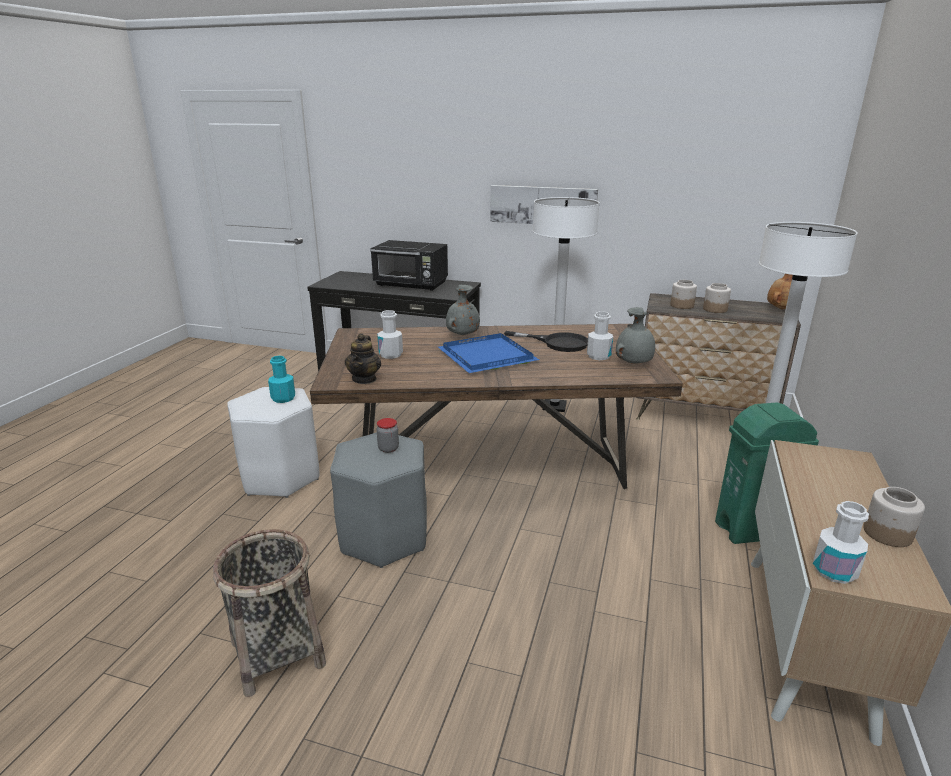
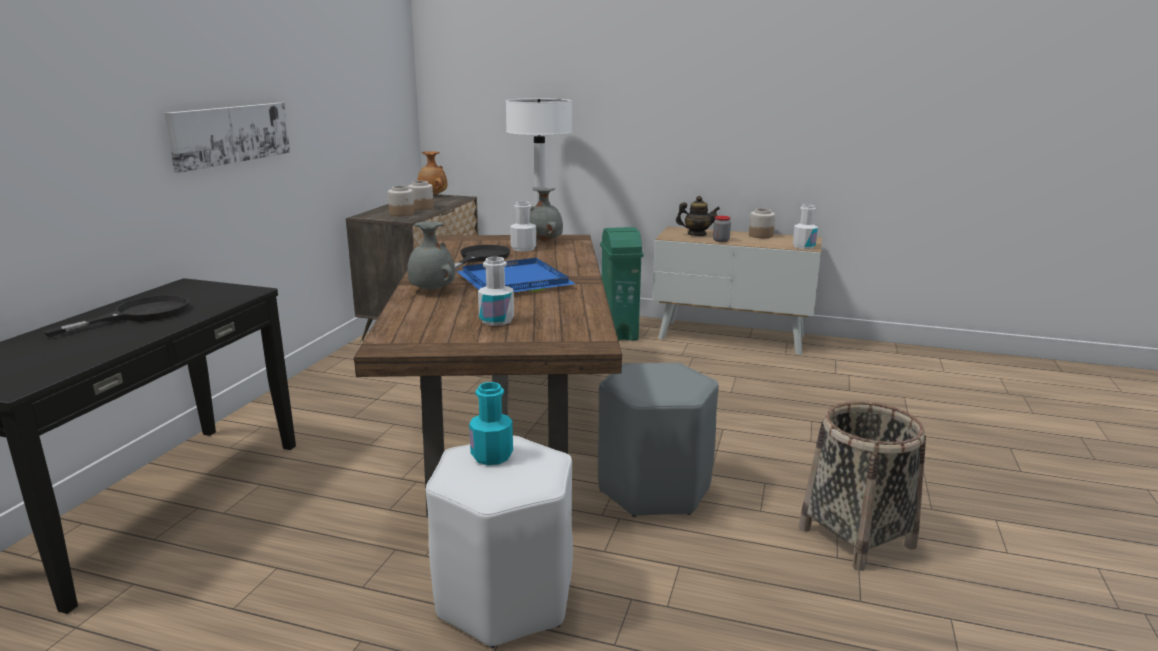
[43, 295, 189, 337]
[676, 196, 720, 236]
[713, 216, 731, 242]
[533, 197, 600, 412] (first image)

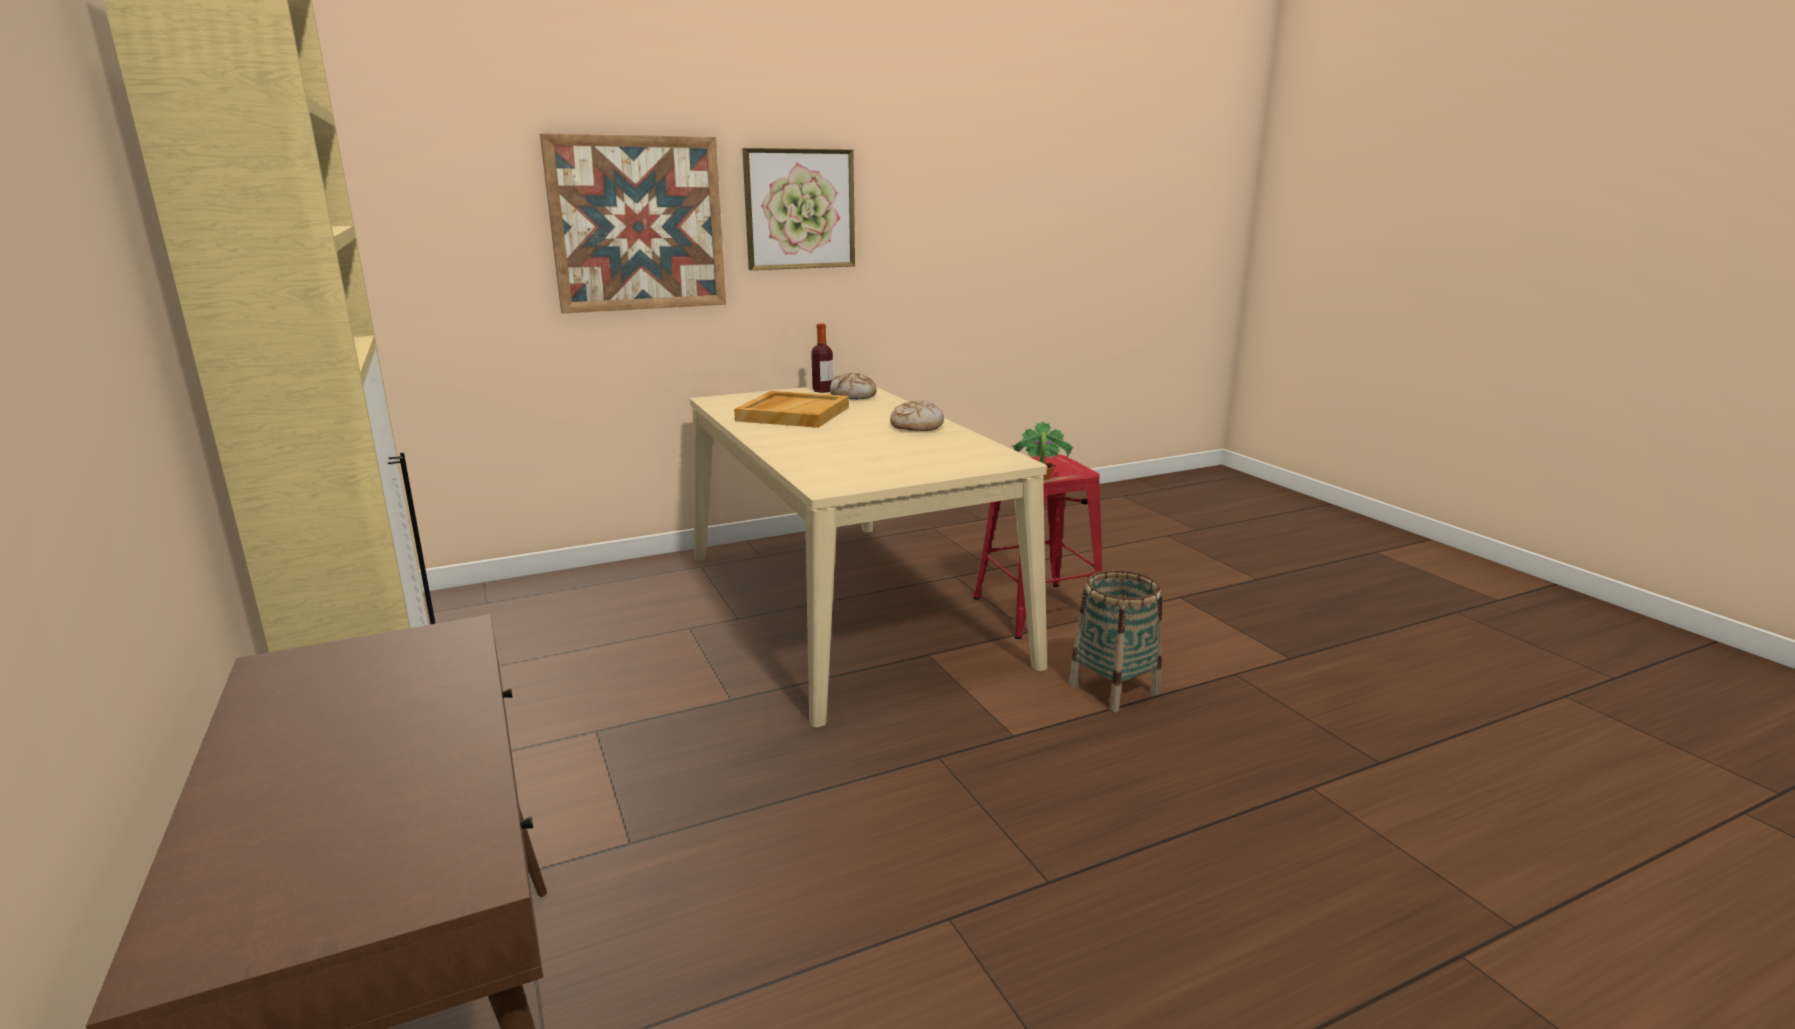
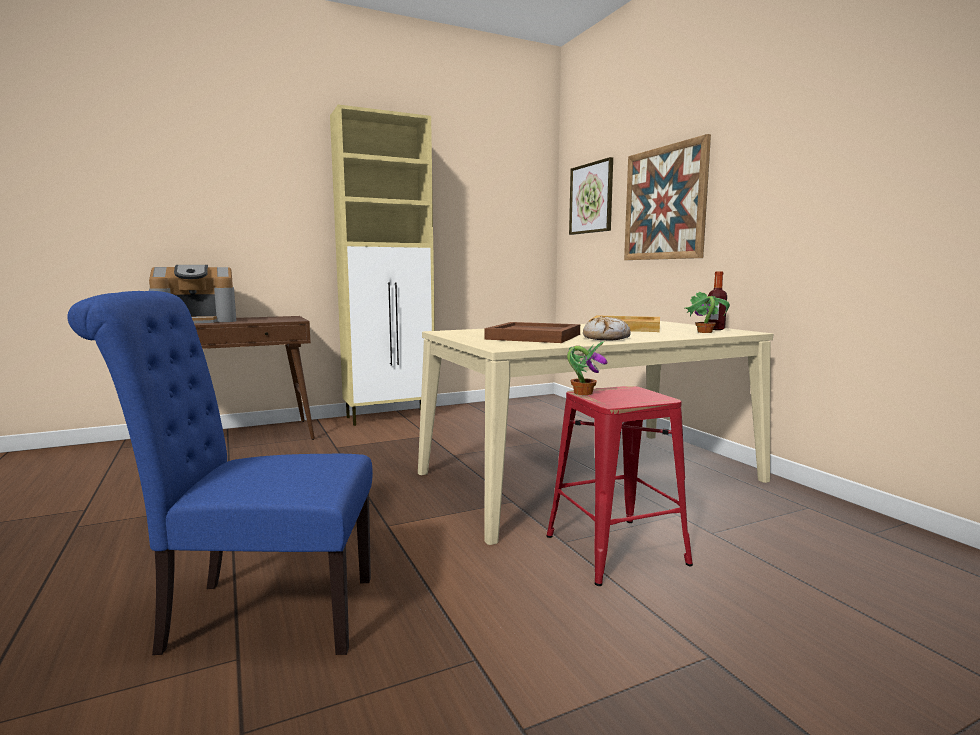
[67, 291, 373, 655]
[149, 265, 236, 323]
[484, 322, 580, 343]
[569, 157, 613, 235]
[685, 291, 730, 333]
[1069, 570, 1162, 712] (first image)

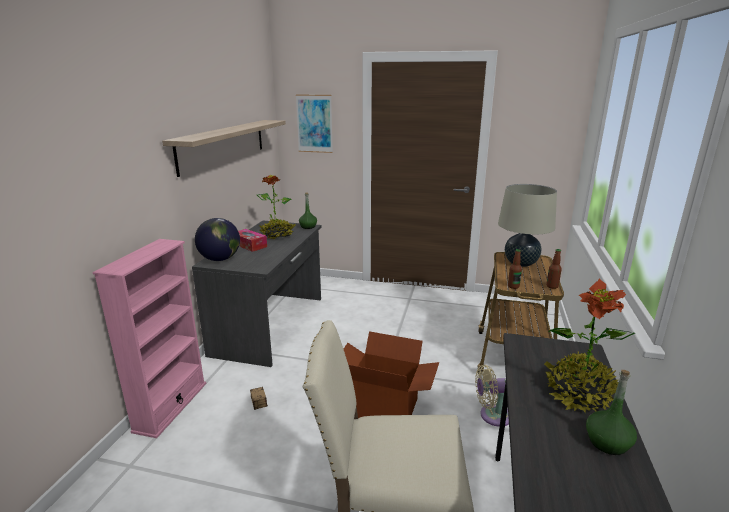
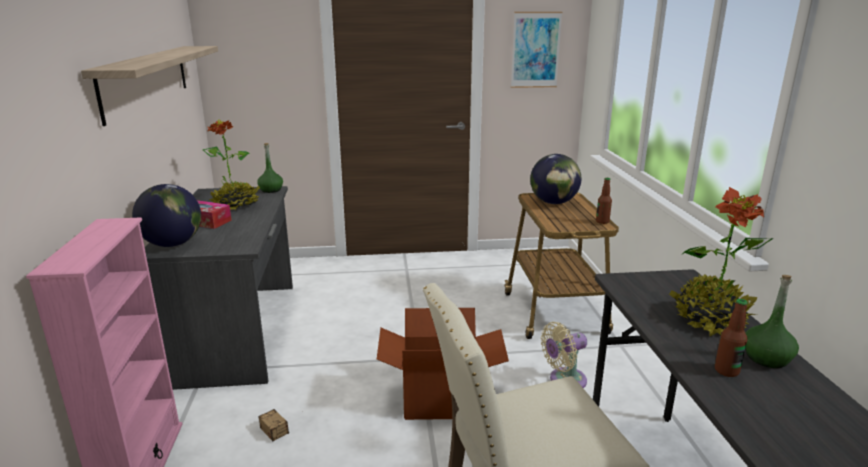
[511, 12, 562, 88]
[530, 154, 581, 204]
[715, 299, 748, 377]

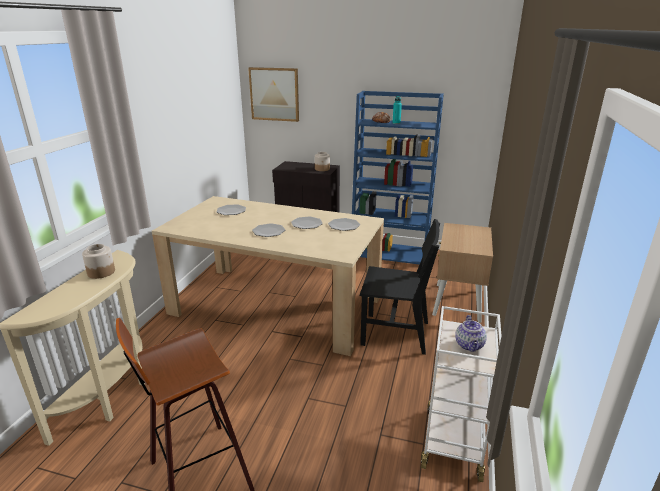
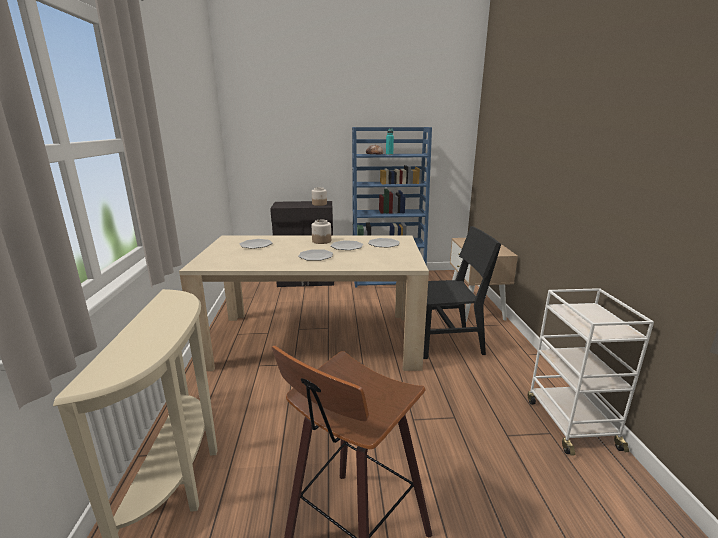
[312, 220, 331, 244]
[248, 67, 299, 122] (first image)
[455, 315, 487, 352] (first image)

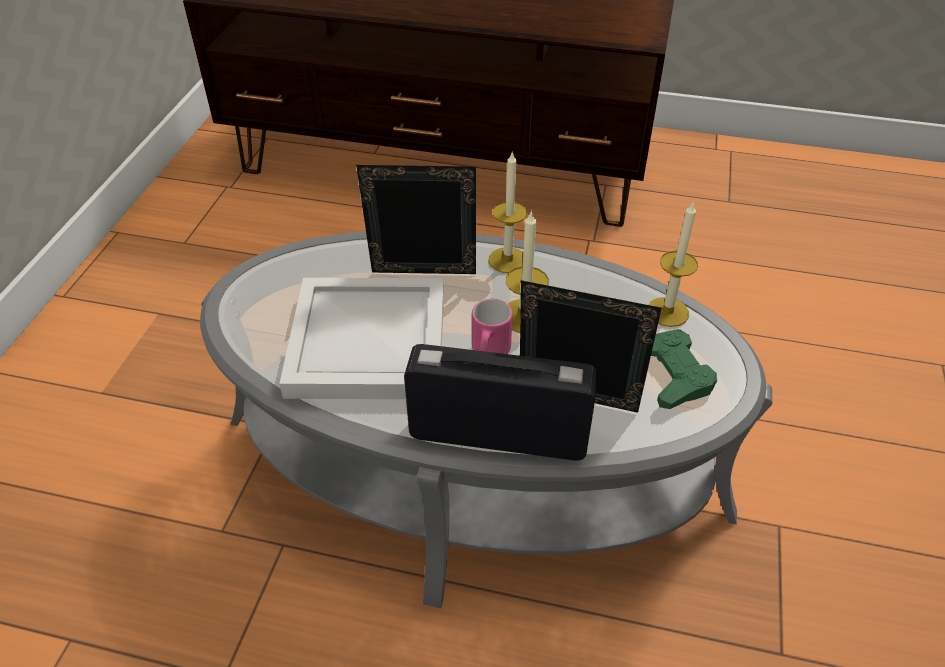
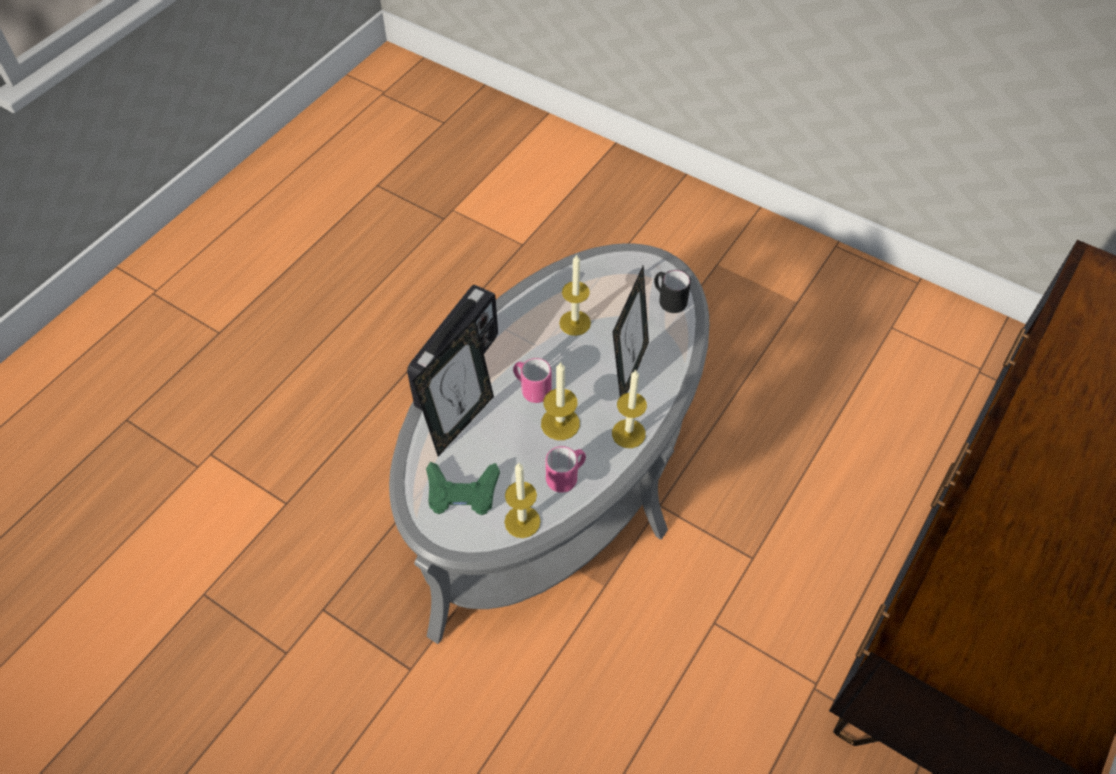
[545, 446, 586, 493]
[559, 254, 591, 336]
[654, 270, 691, 313]

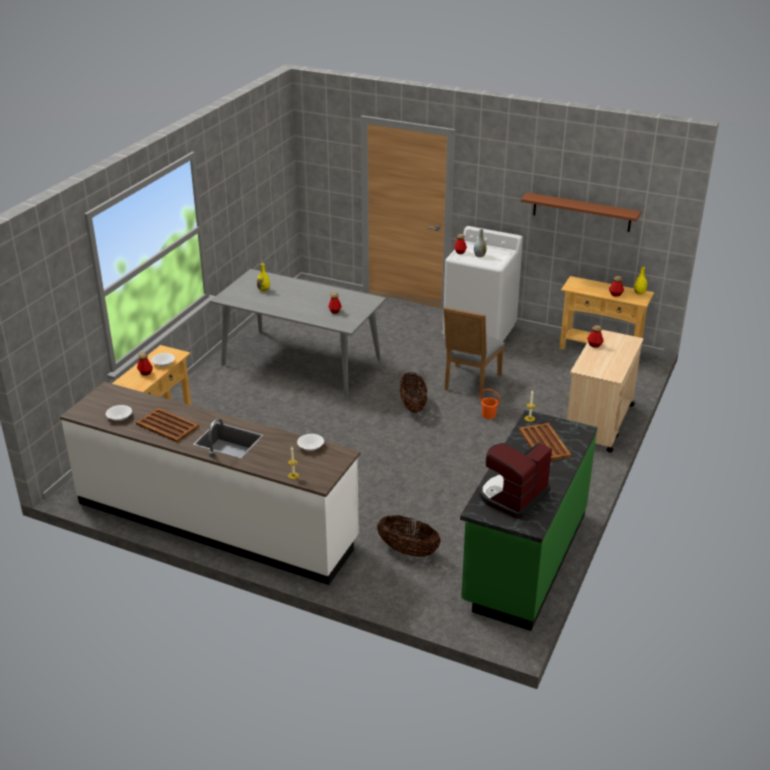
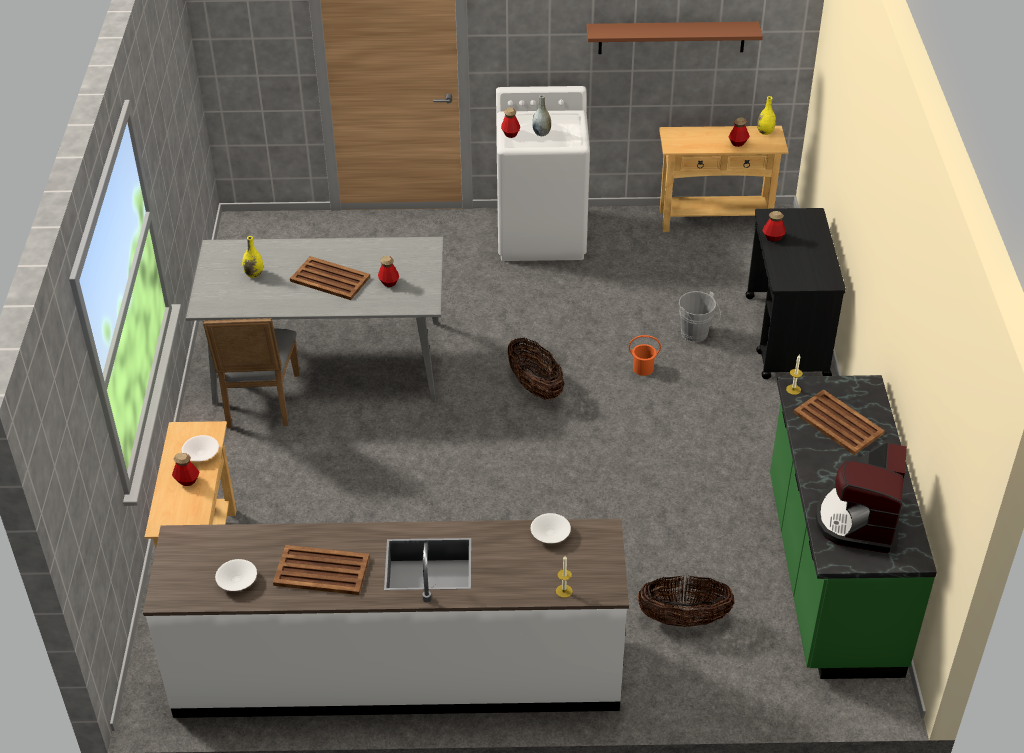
[203, 318, 300, 428]
[290, 256, 370, 300]
[679, 291, 721, 342]
[746, 208, 846, 379]

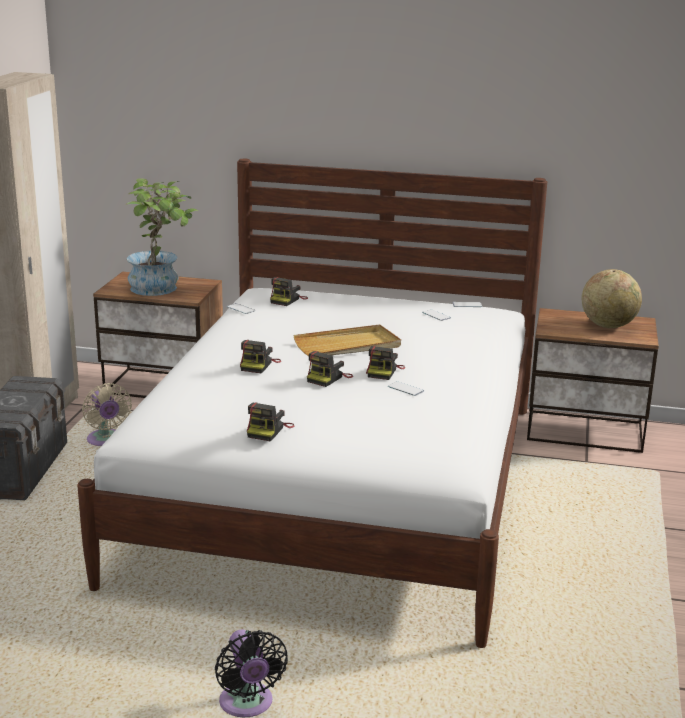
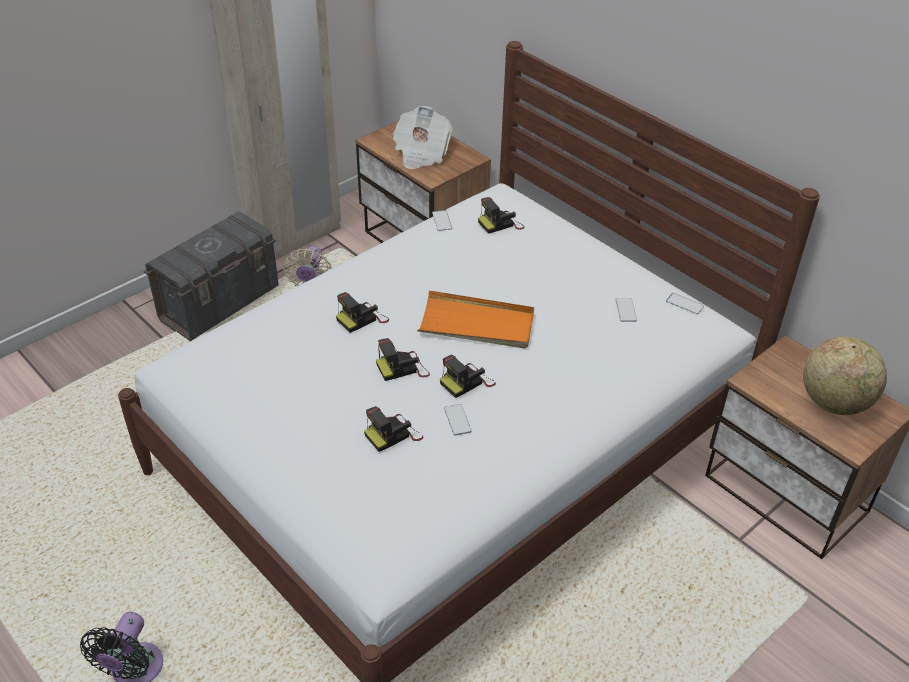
[364, 406, 424, 452]
[392, 106, 452, 169]
[417, 290, 534, 348]

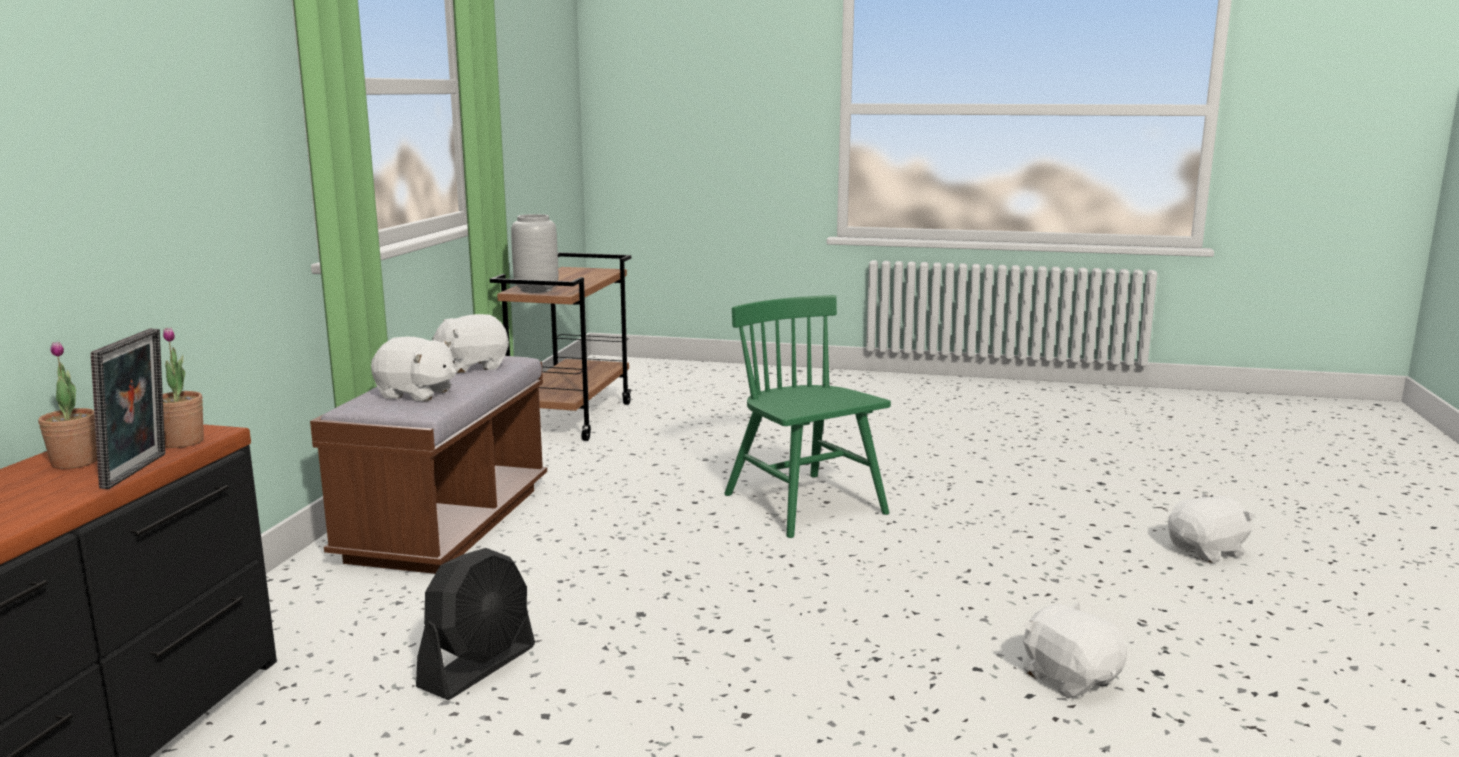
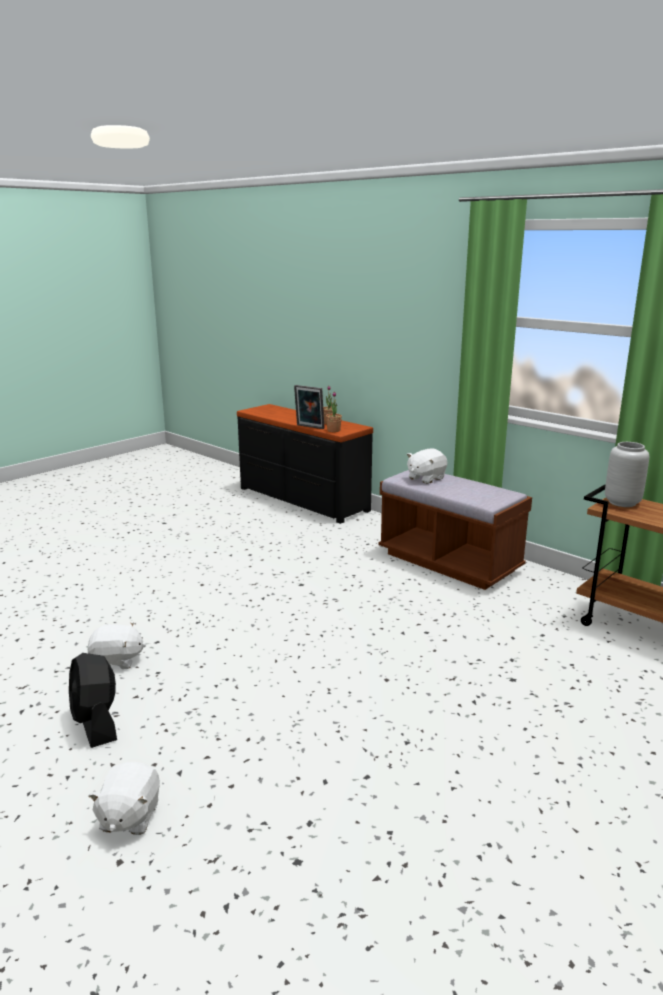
[69, 653, 117, 748]
[432, 314, 509, 373] (first image)
[724, 295, 891, 538] (first image)

